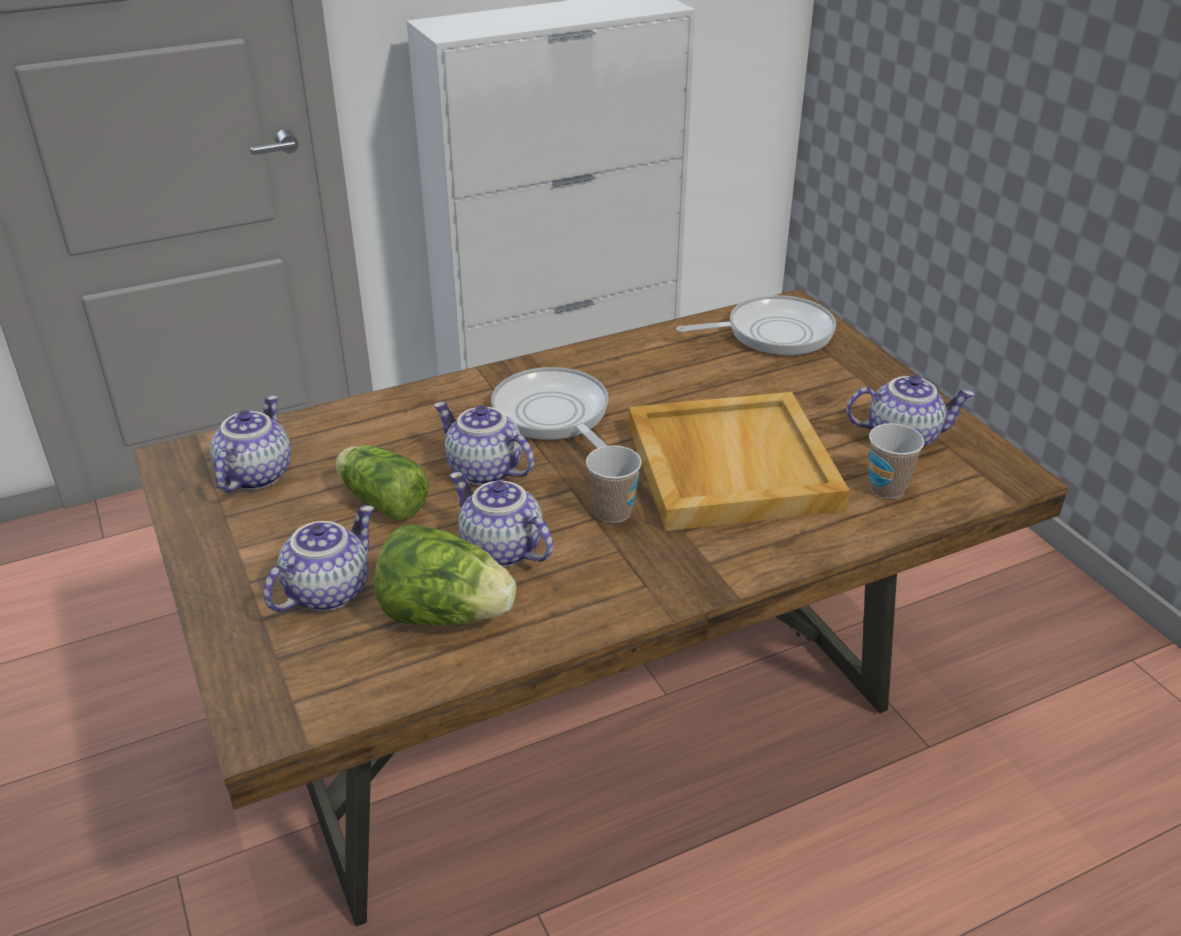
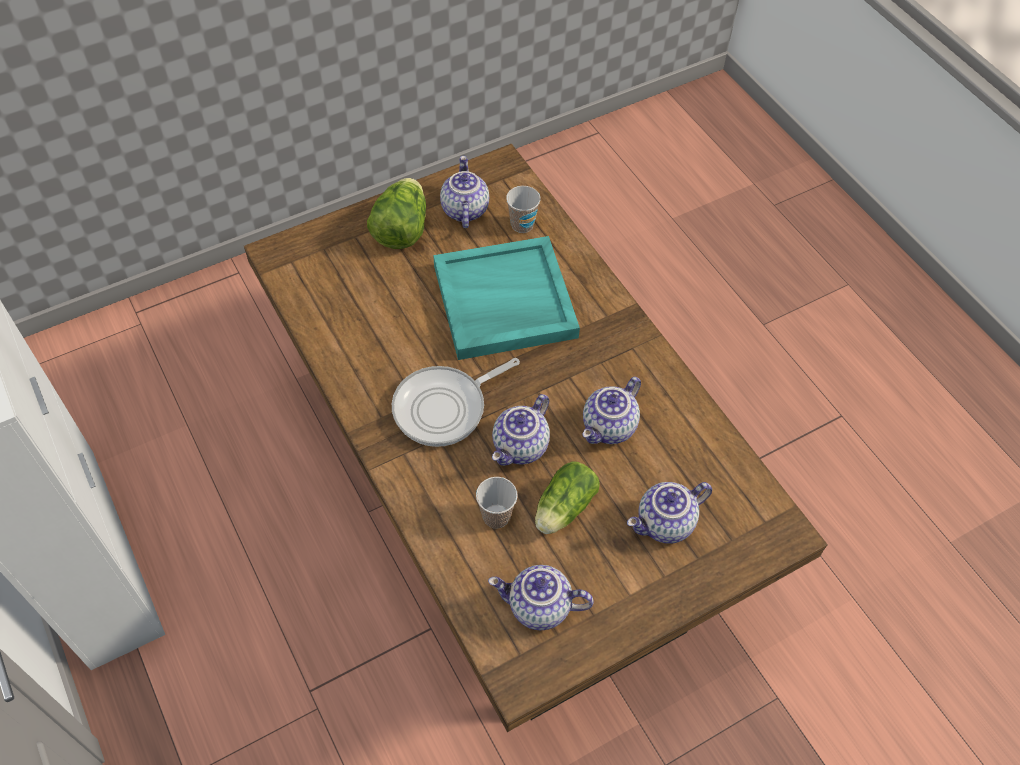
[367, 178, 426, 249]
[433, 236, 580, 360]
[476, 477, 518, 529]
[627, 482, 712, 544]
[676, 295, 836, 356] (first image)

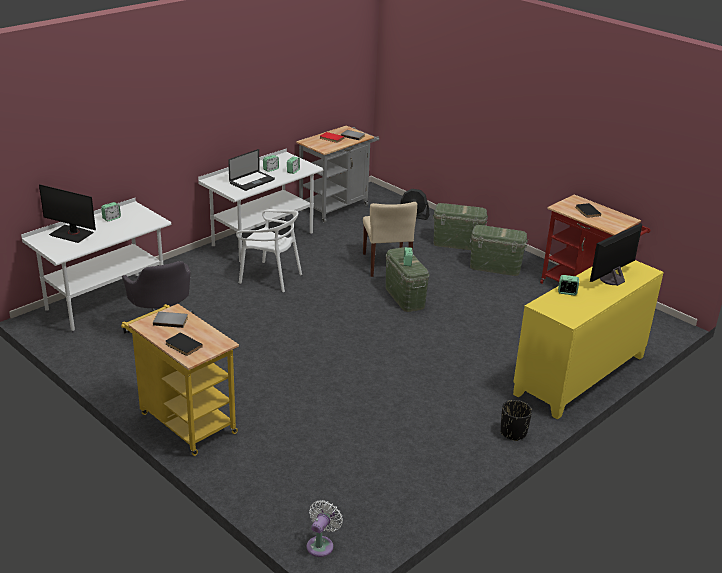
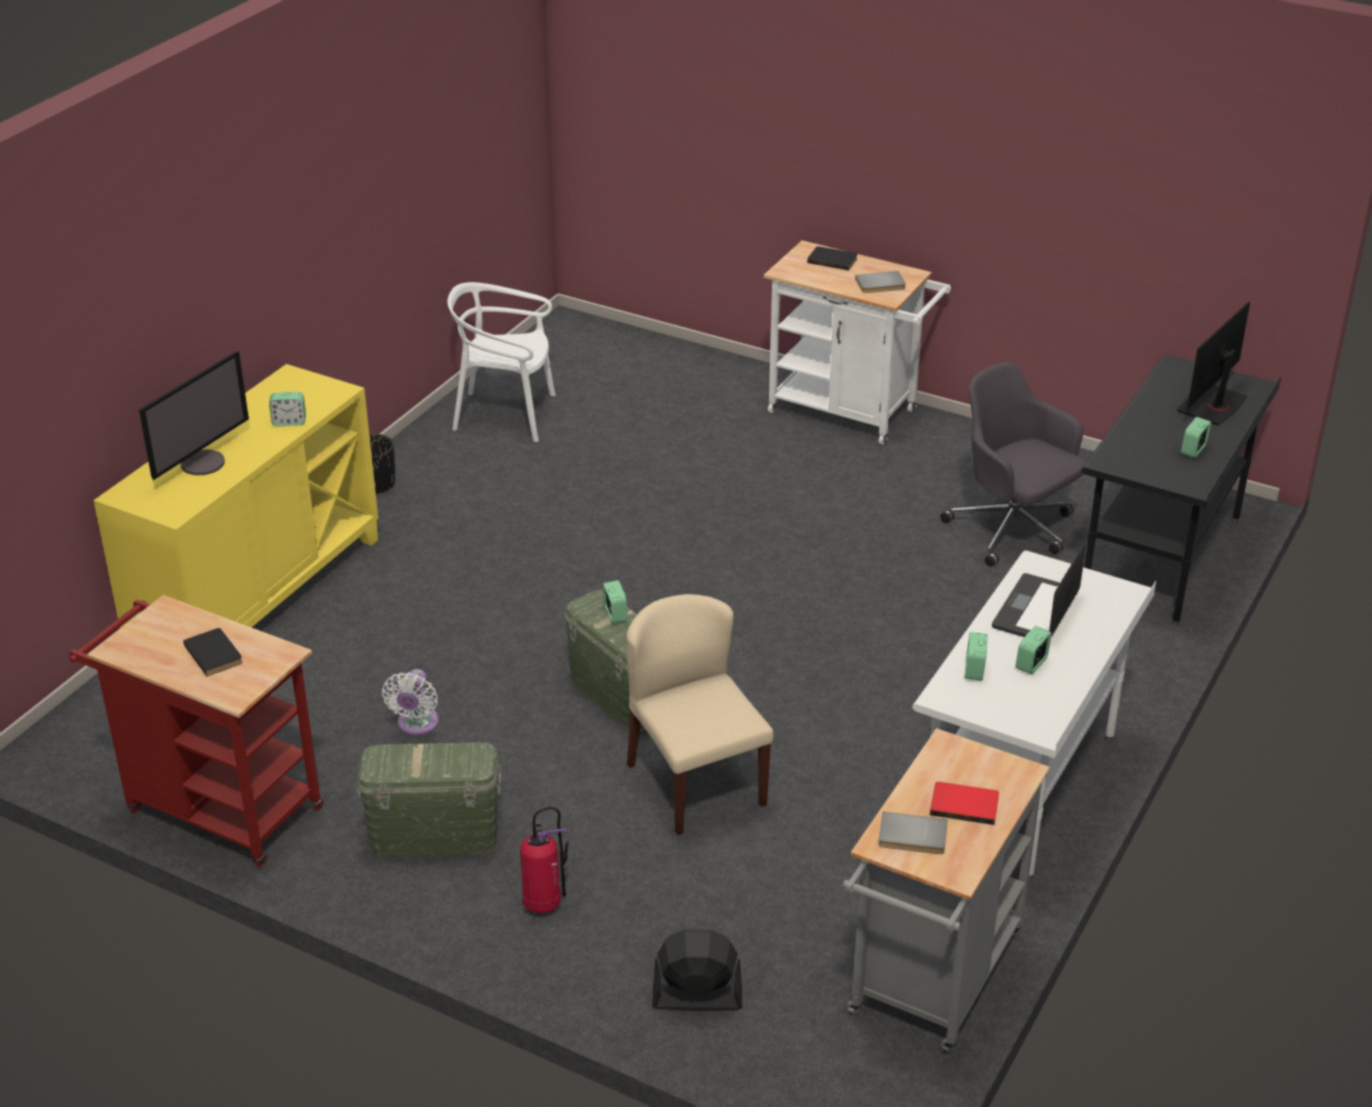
[382, 669, 439, 735]
[447, 282, 556, 442]
[520, 807, 569, 913]
[764, 240, 951, 444]
[1081, 355, 1281, 626]
[1177, 302, 1250, 425]

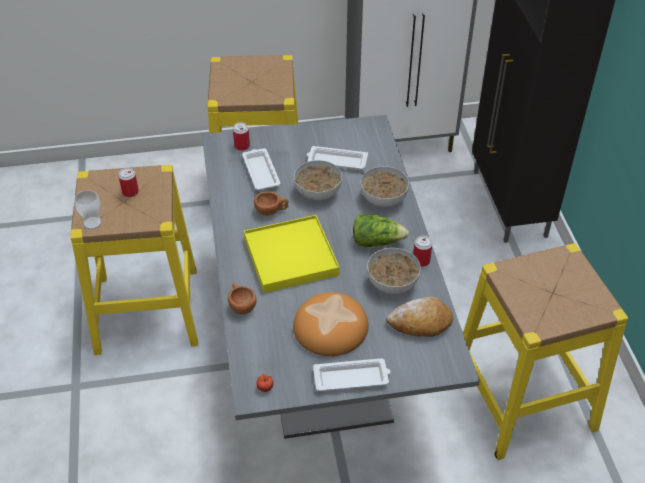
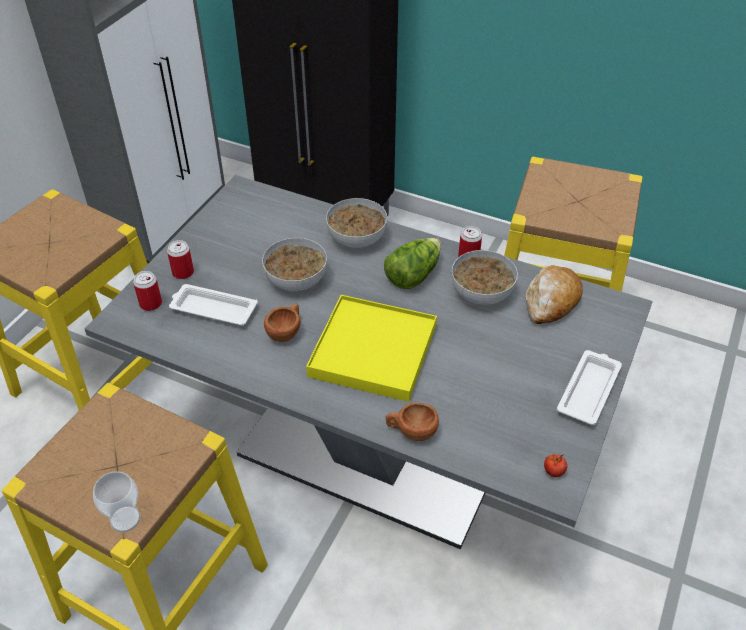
[167, 240, 194, 279]
[293, 292, 368, 356] (first image)
[307, 146, 368, 170] (first image)

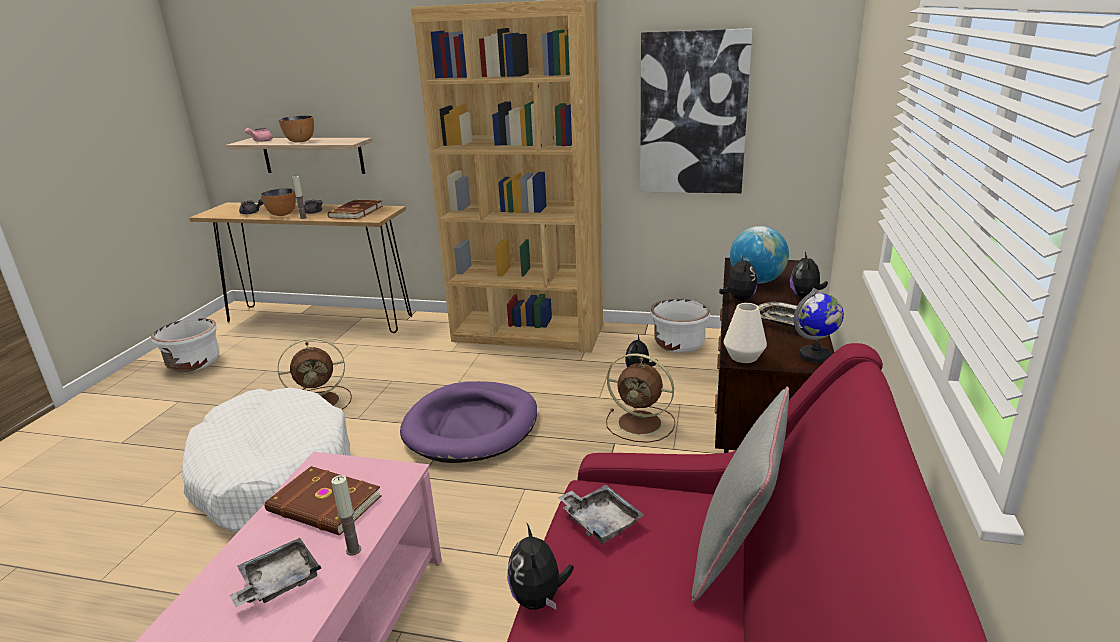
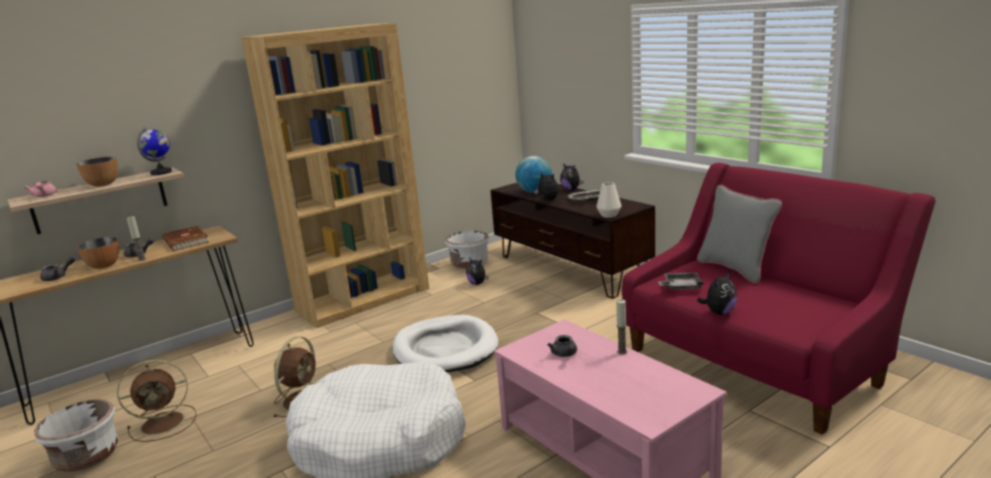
[117, 360, 196, 442]
[137, 127, 172, 175]
[393, 315, 498, 372]
[548, 335, 577, 357]
[697, 272, 737, 315]
[230, 538, 321, 607] (first image)
[640, 28, 752, 193] (first image)

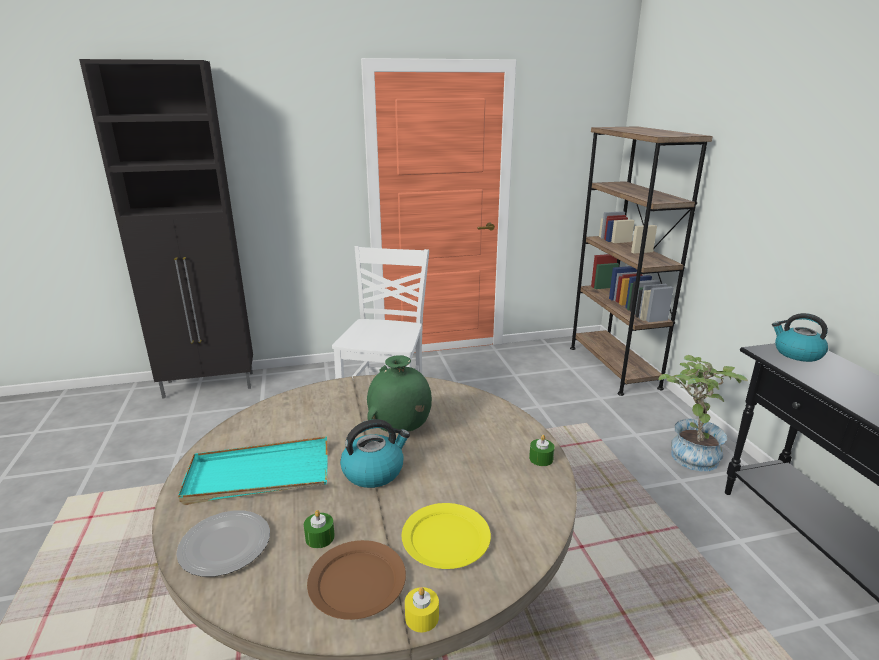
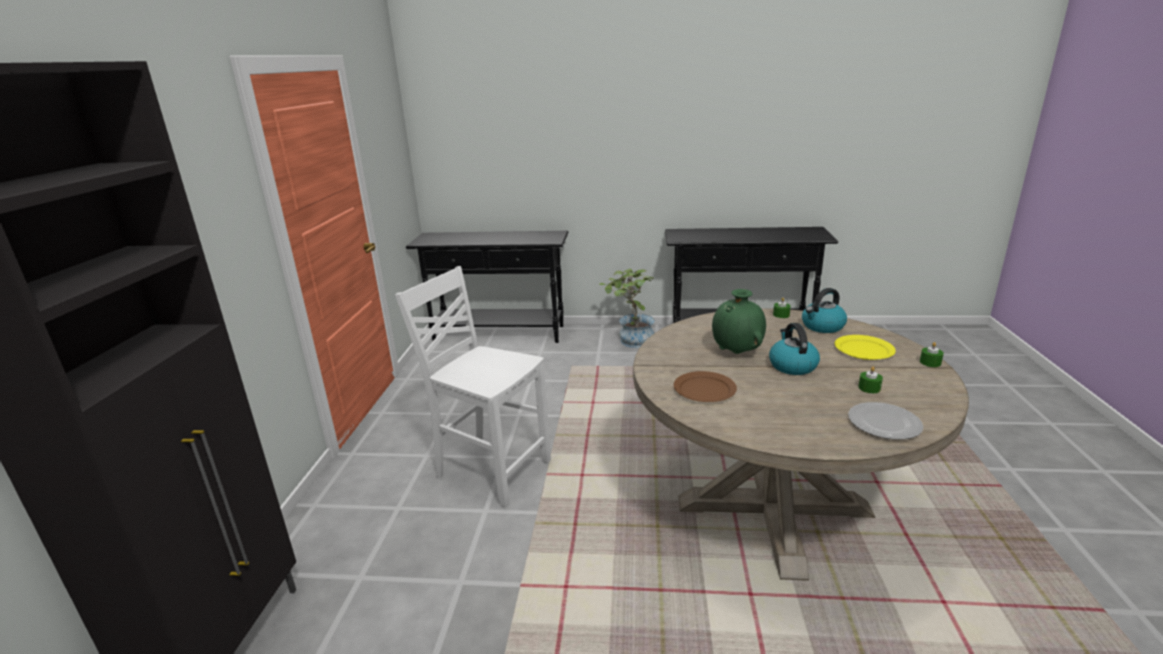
[406, 231, 569, 343]
[674, 371, 737, 402]
[802, 288, 847, 333]
[920, 342, 944, 367]
[178, 436, 328, 505] (first image)

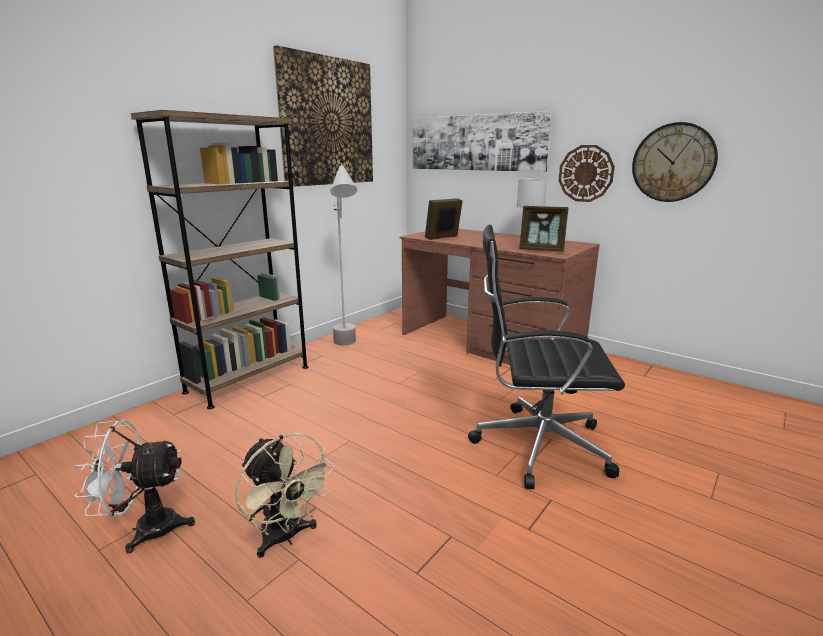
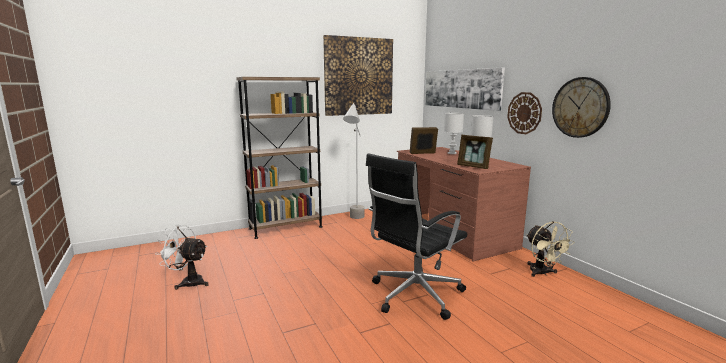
[366, 153, 467, 320]
[444, 113, 464, 154]
[527, 221, 575, 277]

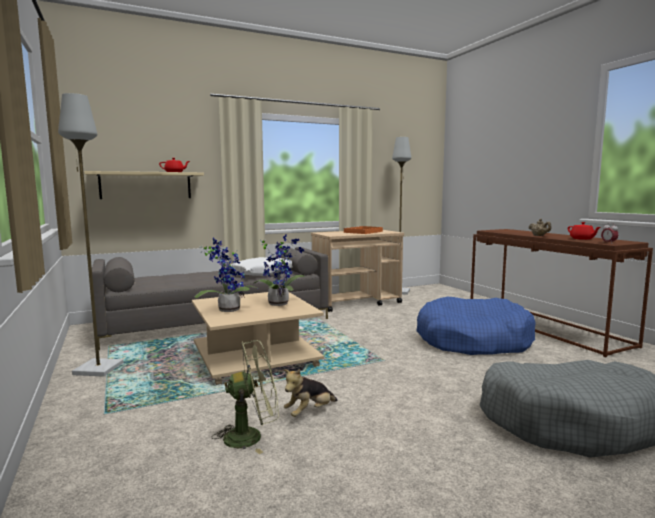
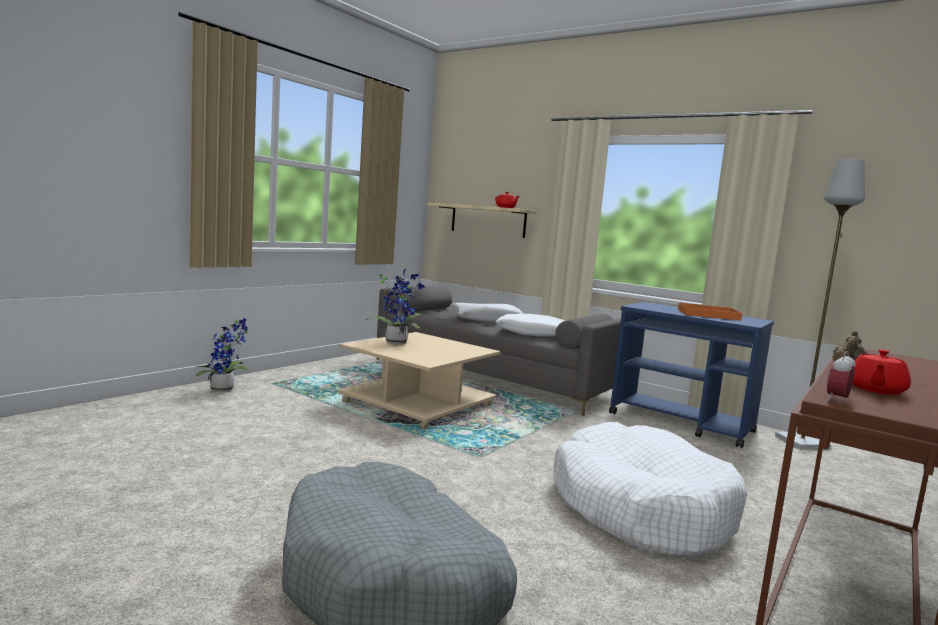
[195, 318, 250, 392]
[451, 303, 523, 322]
[553, 422, 747, 558]
[609, 302, 774, 448]
[58, 93, 124, 377] (first image)
[211, 340, 279, 454] (first image)
[283, 369, 337, 417] (first image)

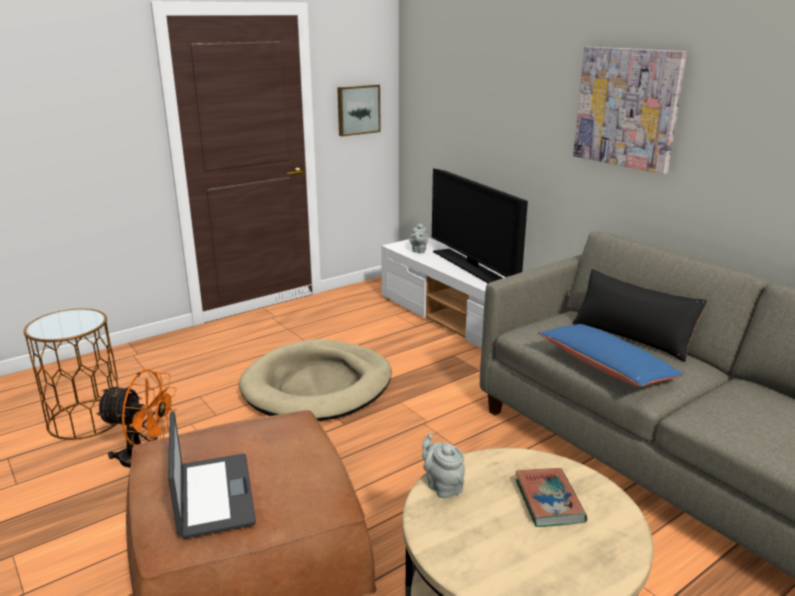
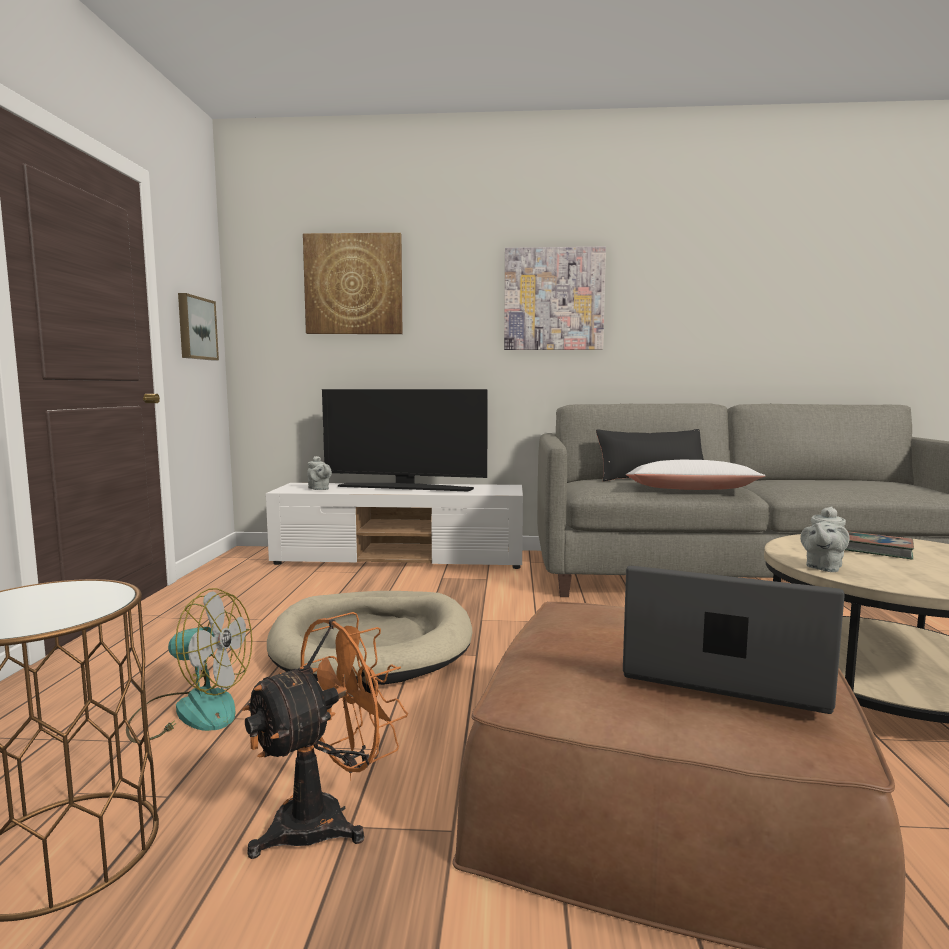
[126, 588, 252, 743]
[303, 233, 402, 334]
[626, 460, 766, 490]
[800, 506, 850, 572]

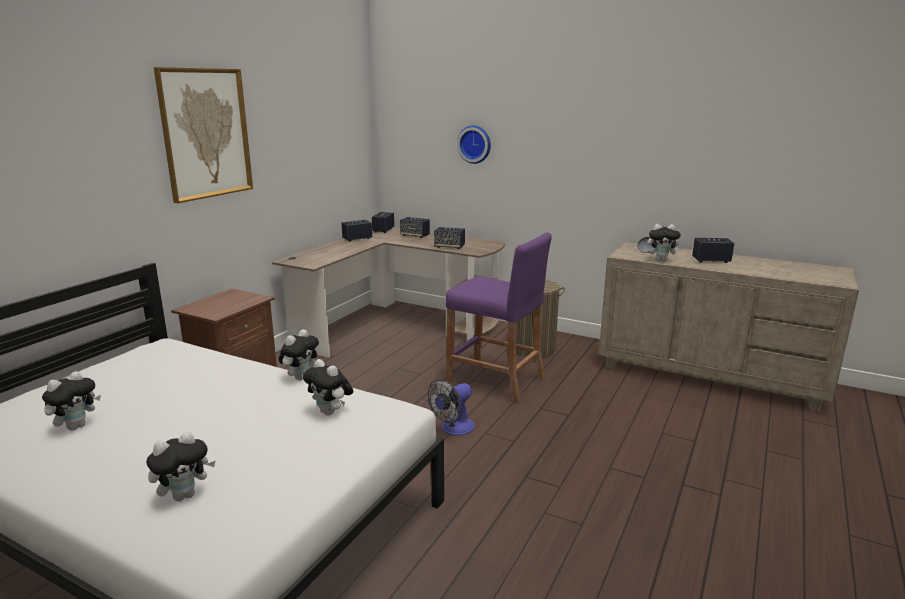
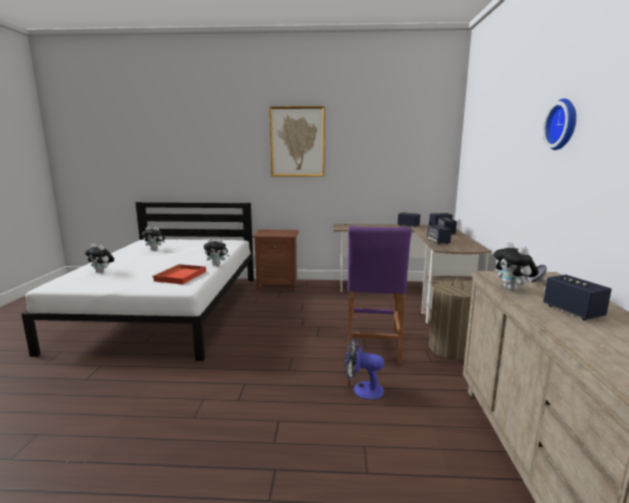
[152, 264, 206, 284]
[344, 338, 384, 399]
[543, 98, 576, 150]

